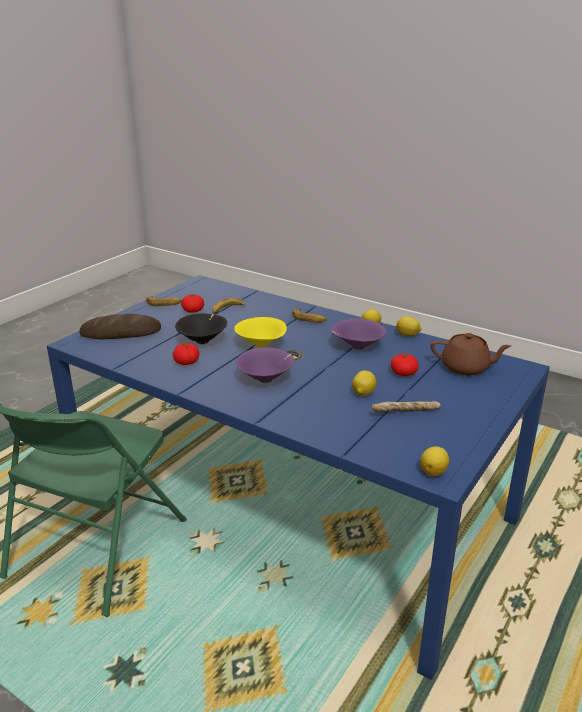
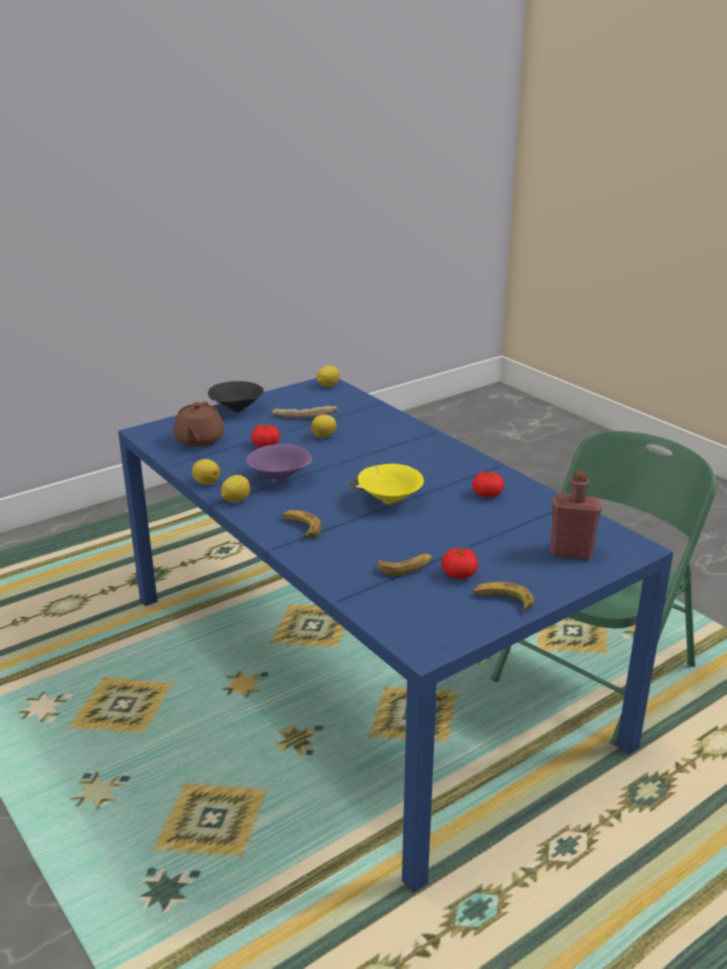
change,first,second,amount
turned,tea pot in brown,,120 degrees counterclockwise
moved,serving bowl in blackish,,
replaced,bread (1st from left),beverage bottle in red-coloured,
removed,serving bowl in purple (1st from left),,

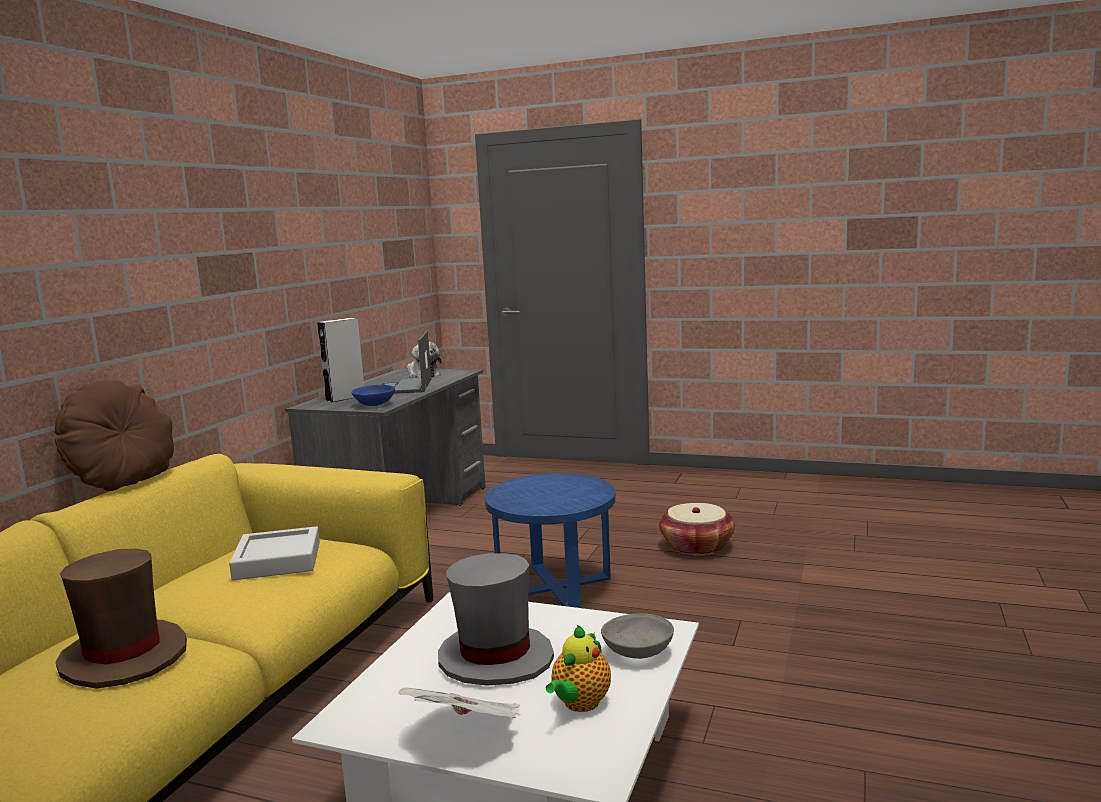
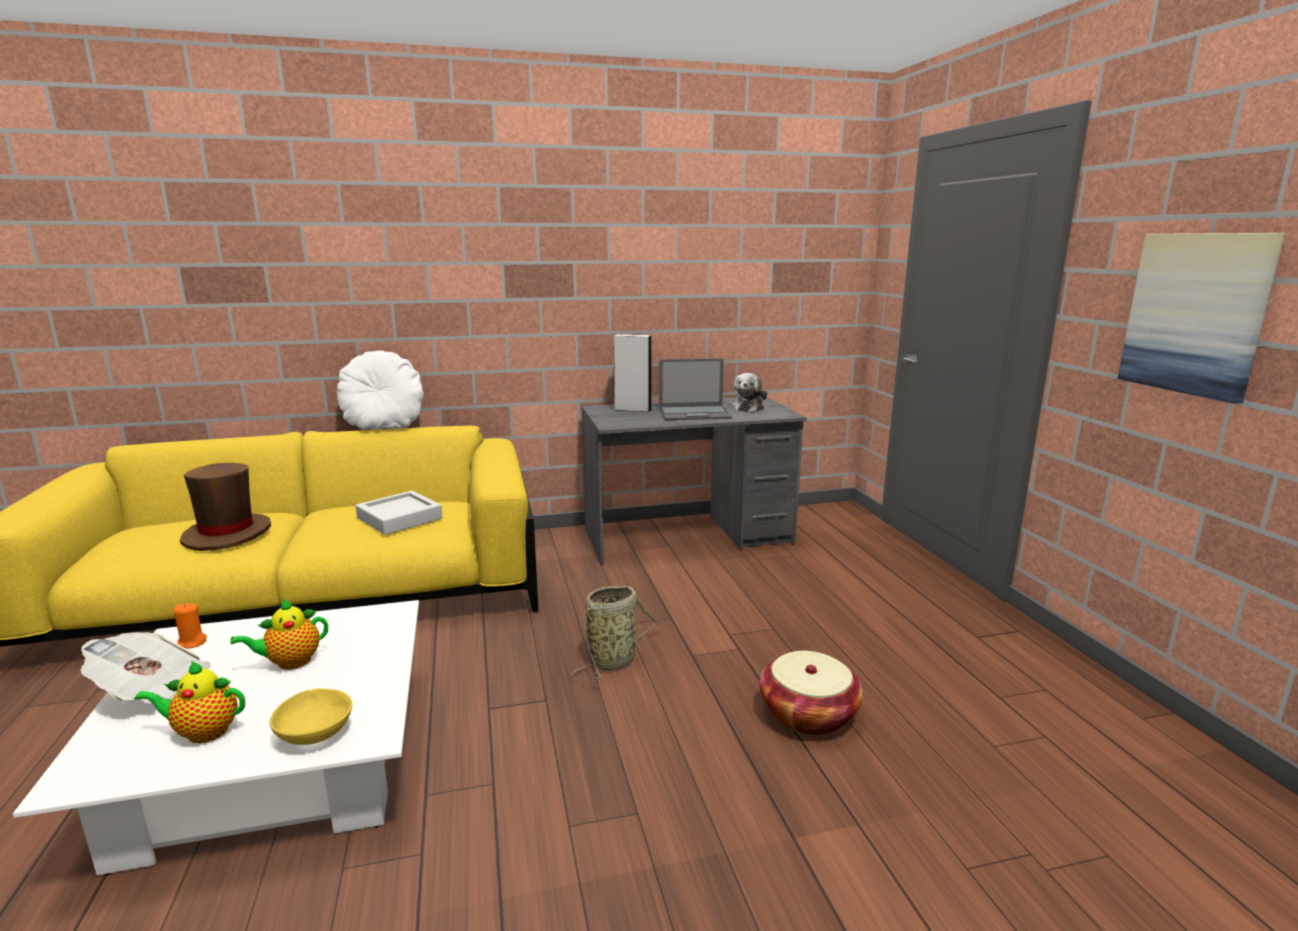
change,first,second,amount
added,,wax light in orangey,
replaced,hat in gray,tea pot (2nd from left),
recoloured,serving bowl in gray,serving bowl in yellowish,
recoloured,cushion in brown,cushion in whitish,
replaced,end table in bluish,household basket (1st from left),
turned,laptop,,150 degrees counterclockwise
added,,picture,
removed,serving bowl in bluish,,

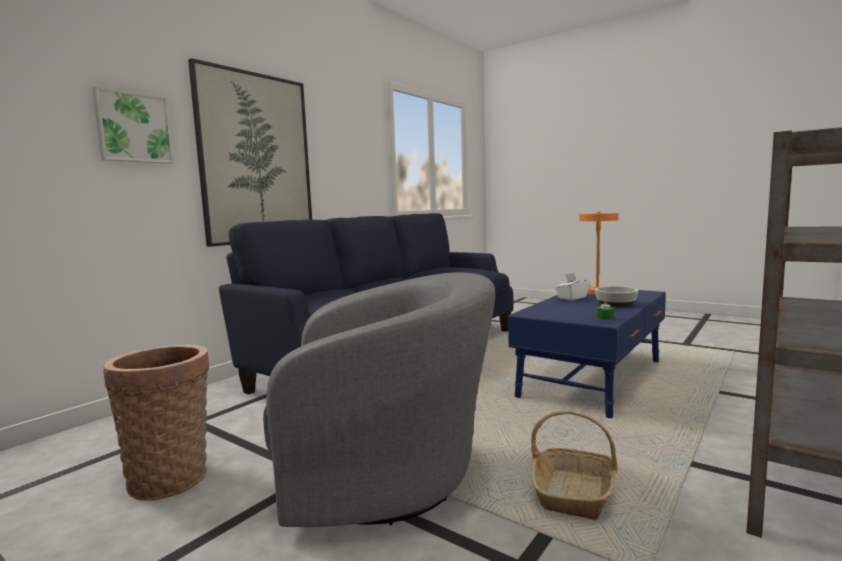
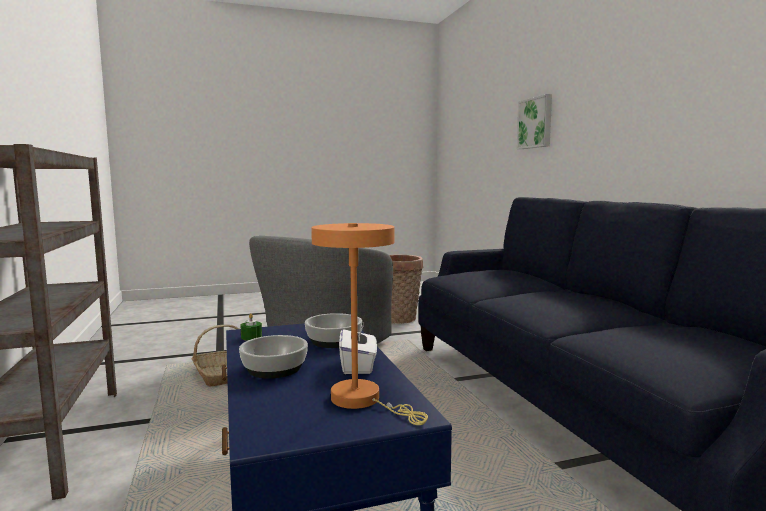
change,first,second,amount
added,,serving bowl (2nd from left),
removed,picture (2nd from left),,

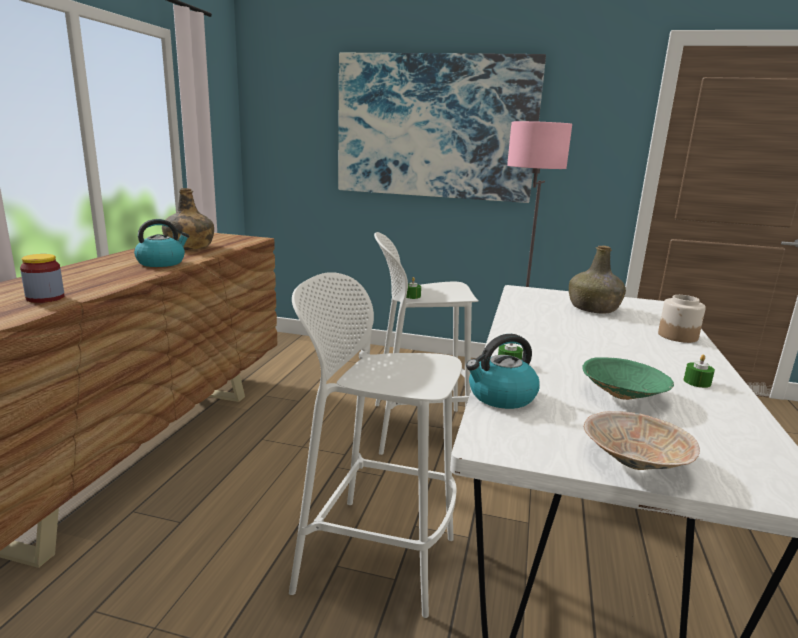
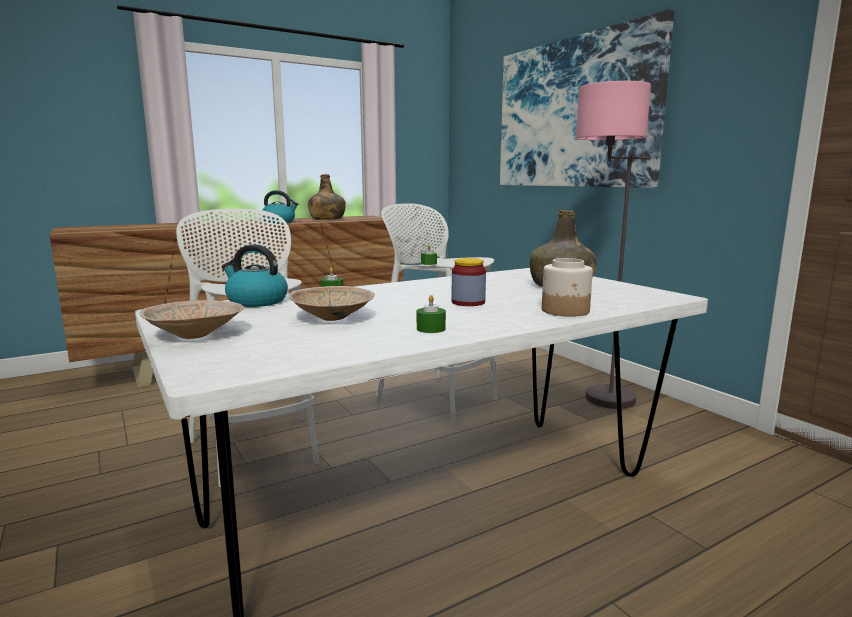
change,first,second,amount
recoloured,serving bowl in green,serving bowl in beige-coloured (2nd from left),
moved,storage jar (1st from left),,

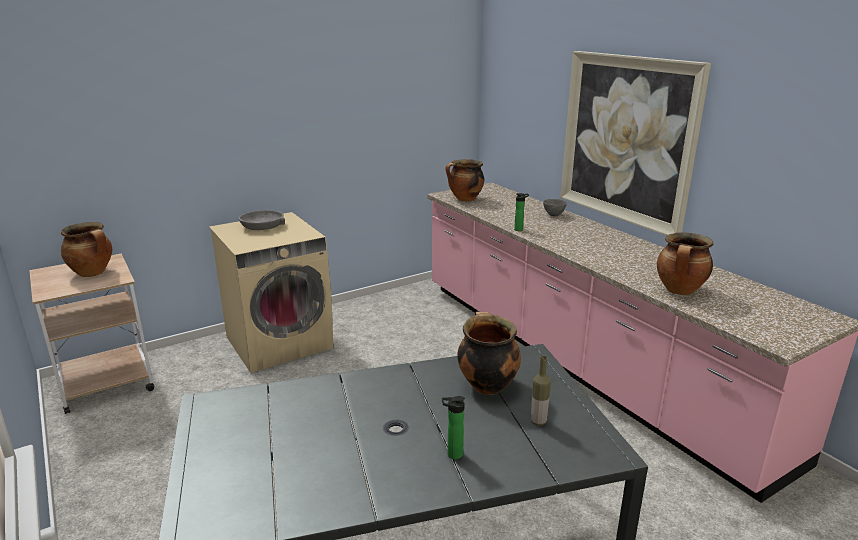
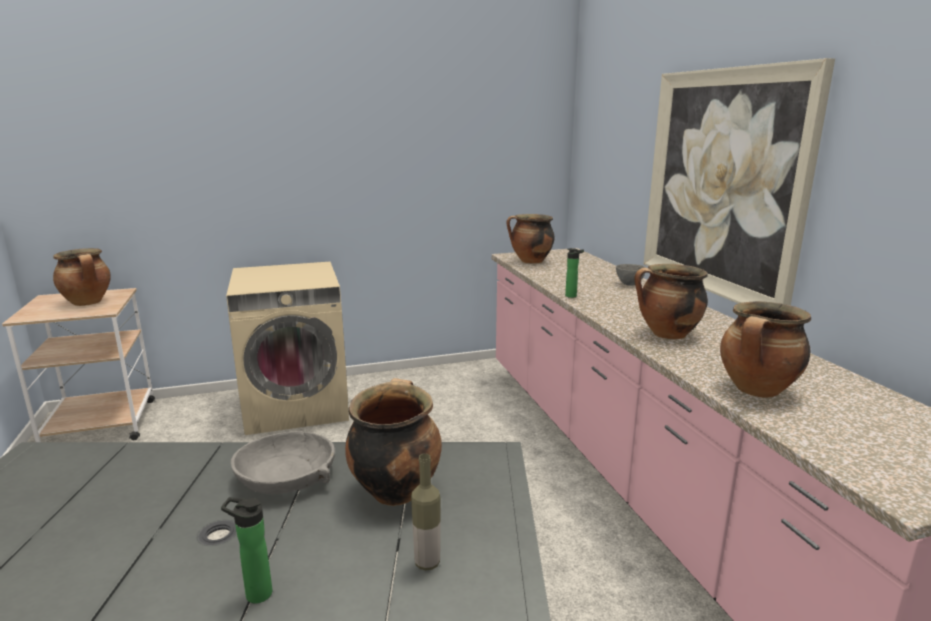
change,first,second,amount
moved,serving bowl in gray (1st from left),,
added,,stockpot (4th from left),

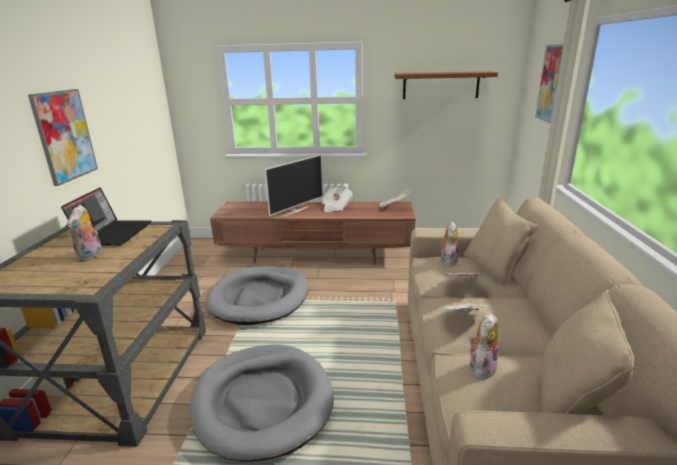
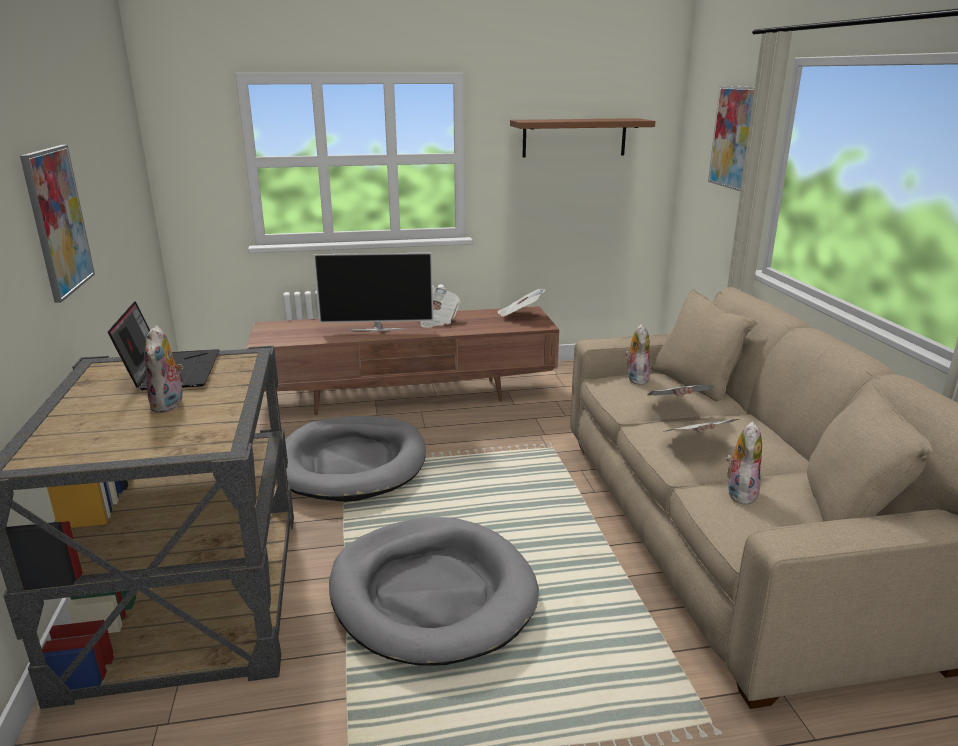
change,first,second,amount
turned,television,,60 degrees clockwise

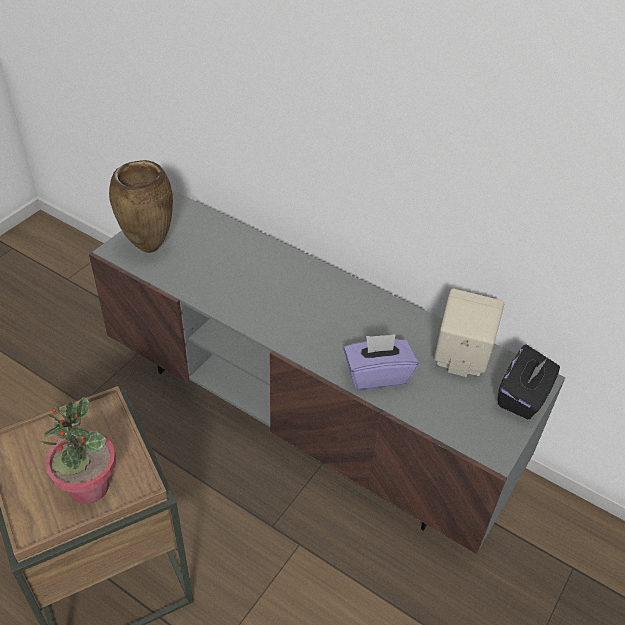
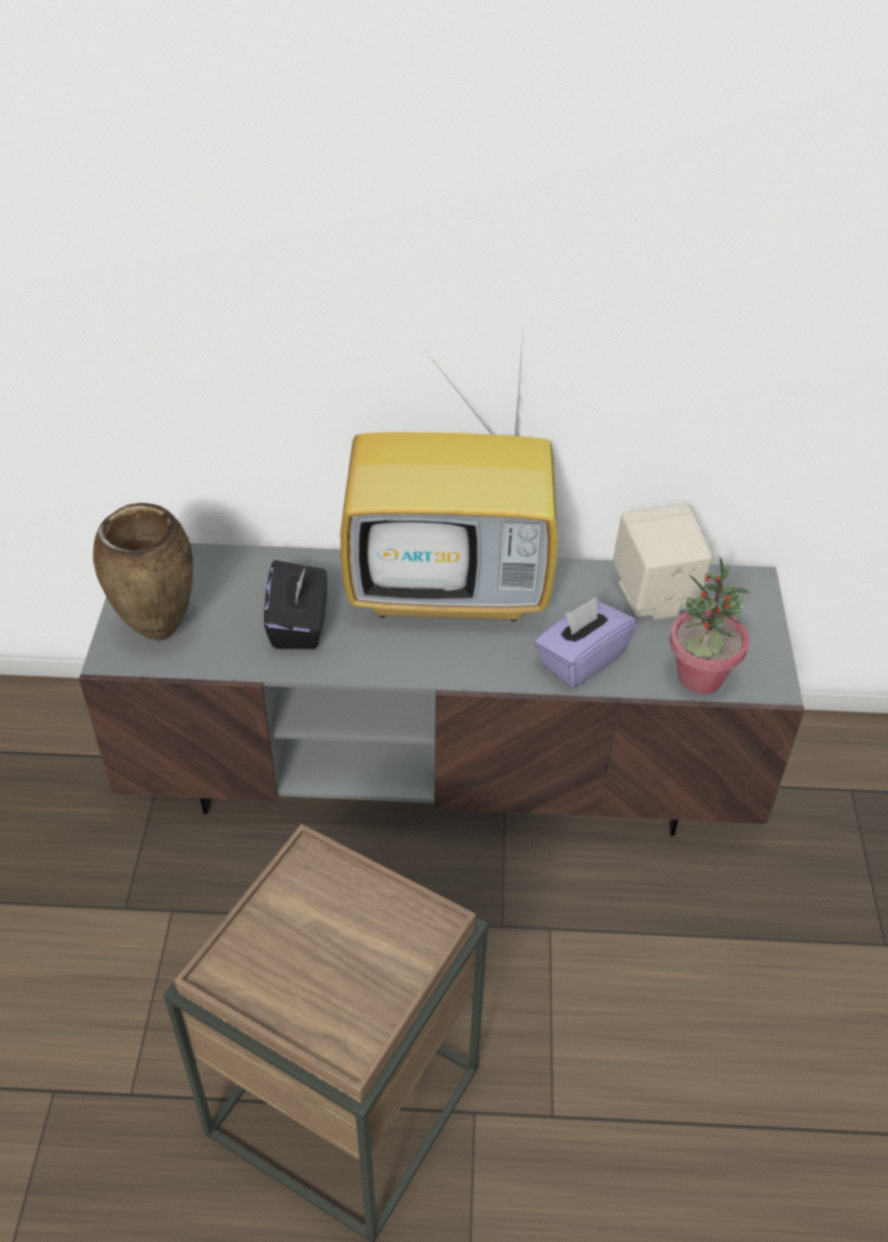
change,first,second,amount
moved,tissue holder in blackish,,
added,,television,
moved,houseplant,,

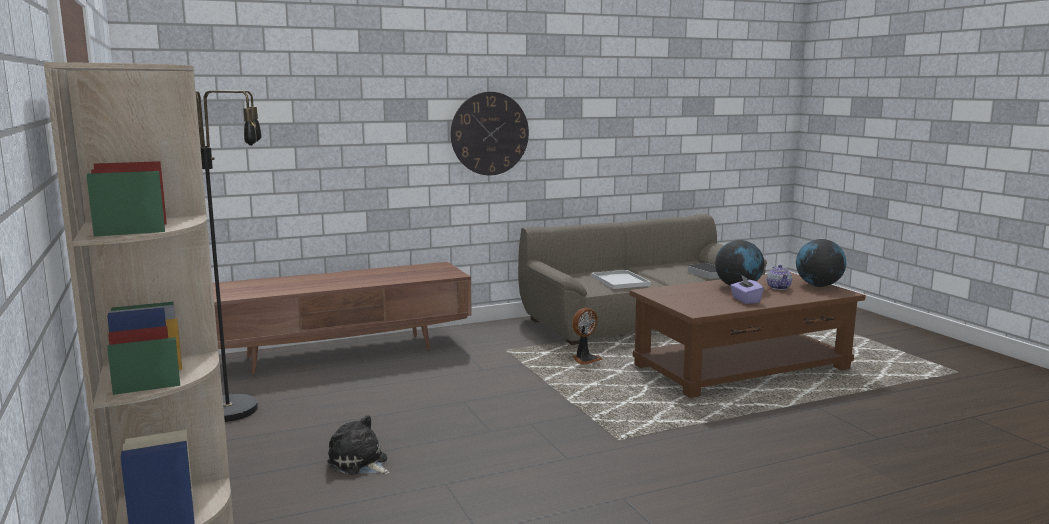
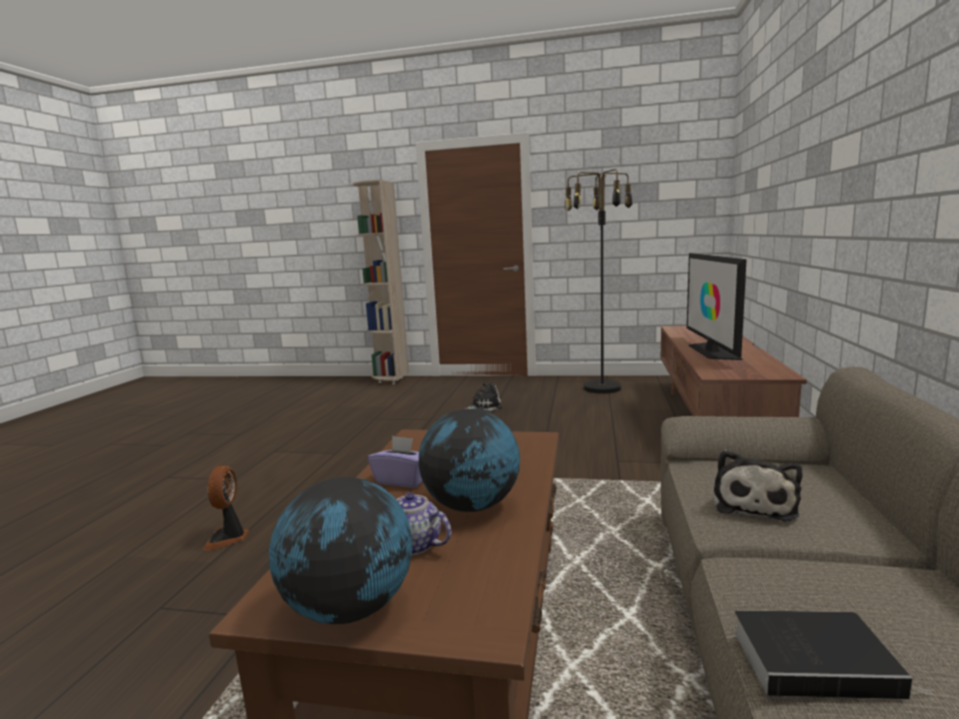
change,first,second,amount
moved,fan,,
added,,television,
replaced,tray in whitish,cuddly toy (2nd from left),
removed,wall clock,,

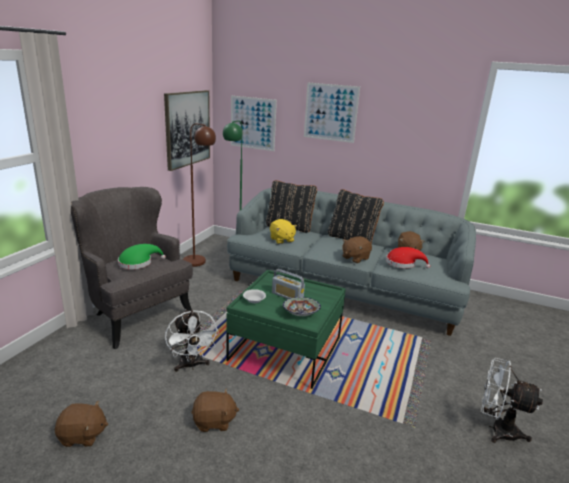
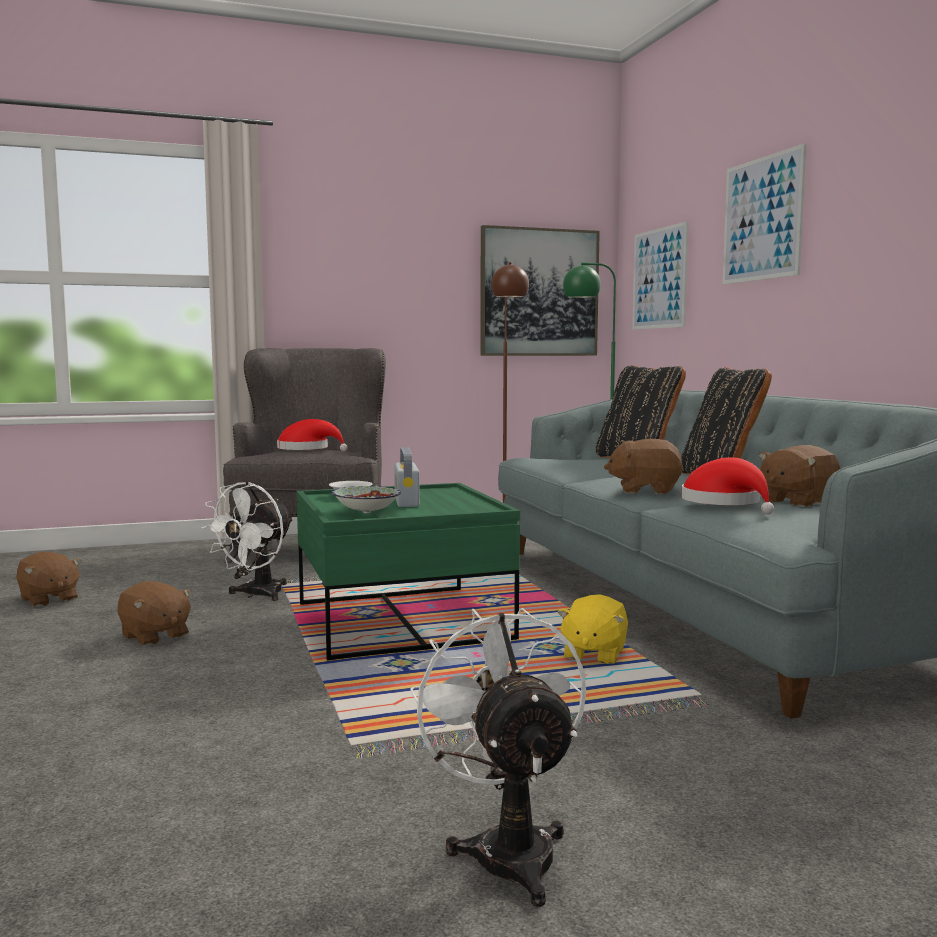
change,first,second,amount
recoloured,hat in green,hat in red-coloured (1st from left),
moved,cuddly toy in yellowish,,

